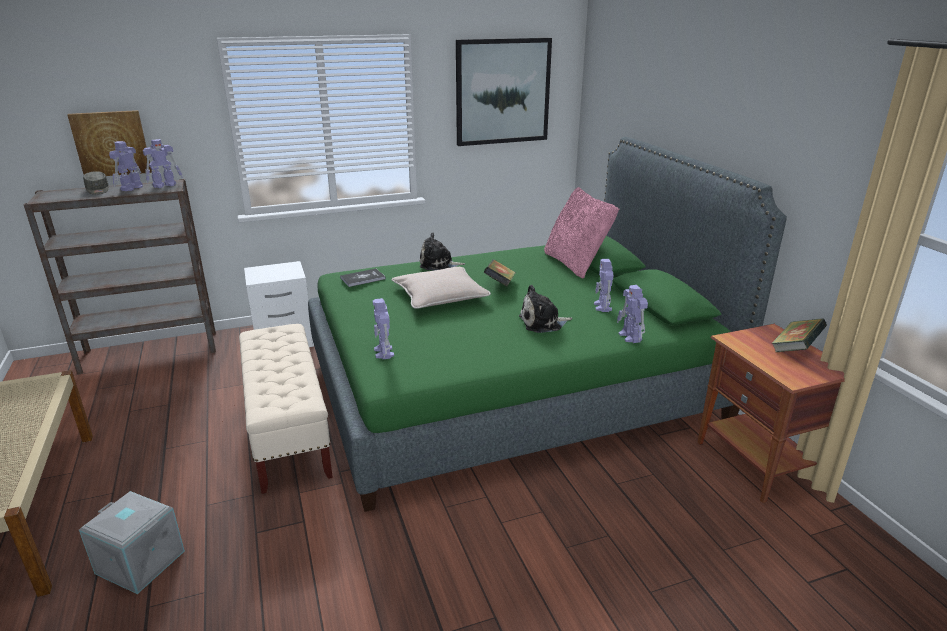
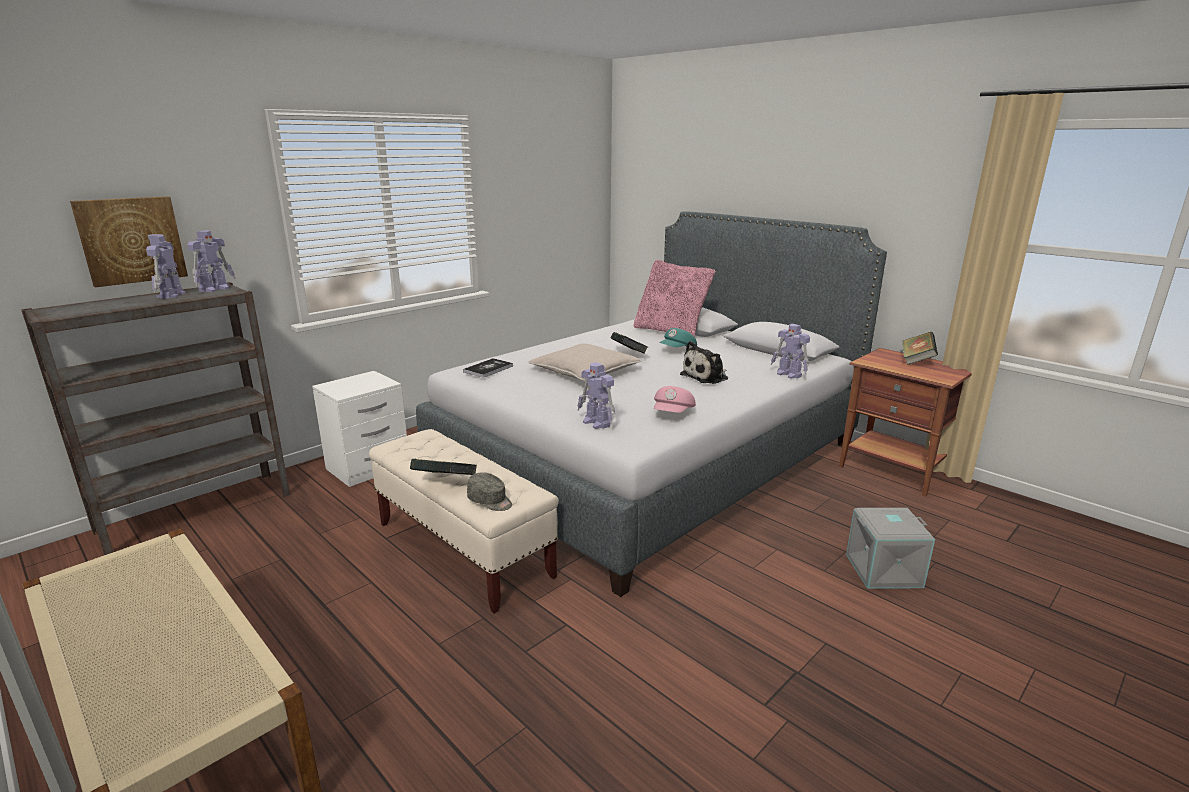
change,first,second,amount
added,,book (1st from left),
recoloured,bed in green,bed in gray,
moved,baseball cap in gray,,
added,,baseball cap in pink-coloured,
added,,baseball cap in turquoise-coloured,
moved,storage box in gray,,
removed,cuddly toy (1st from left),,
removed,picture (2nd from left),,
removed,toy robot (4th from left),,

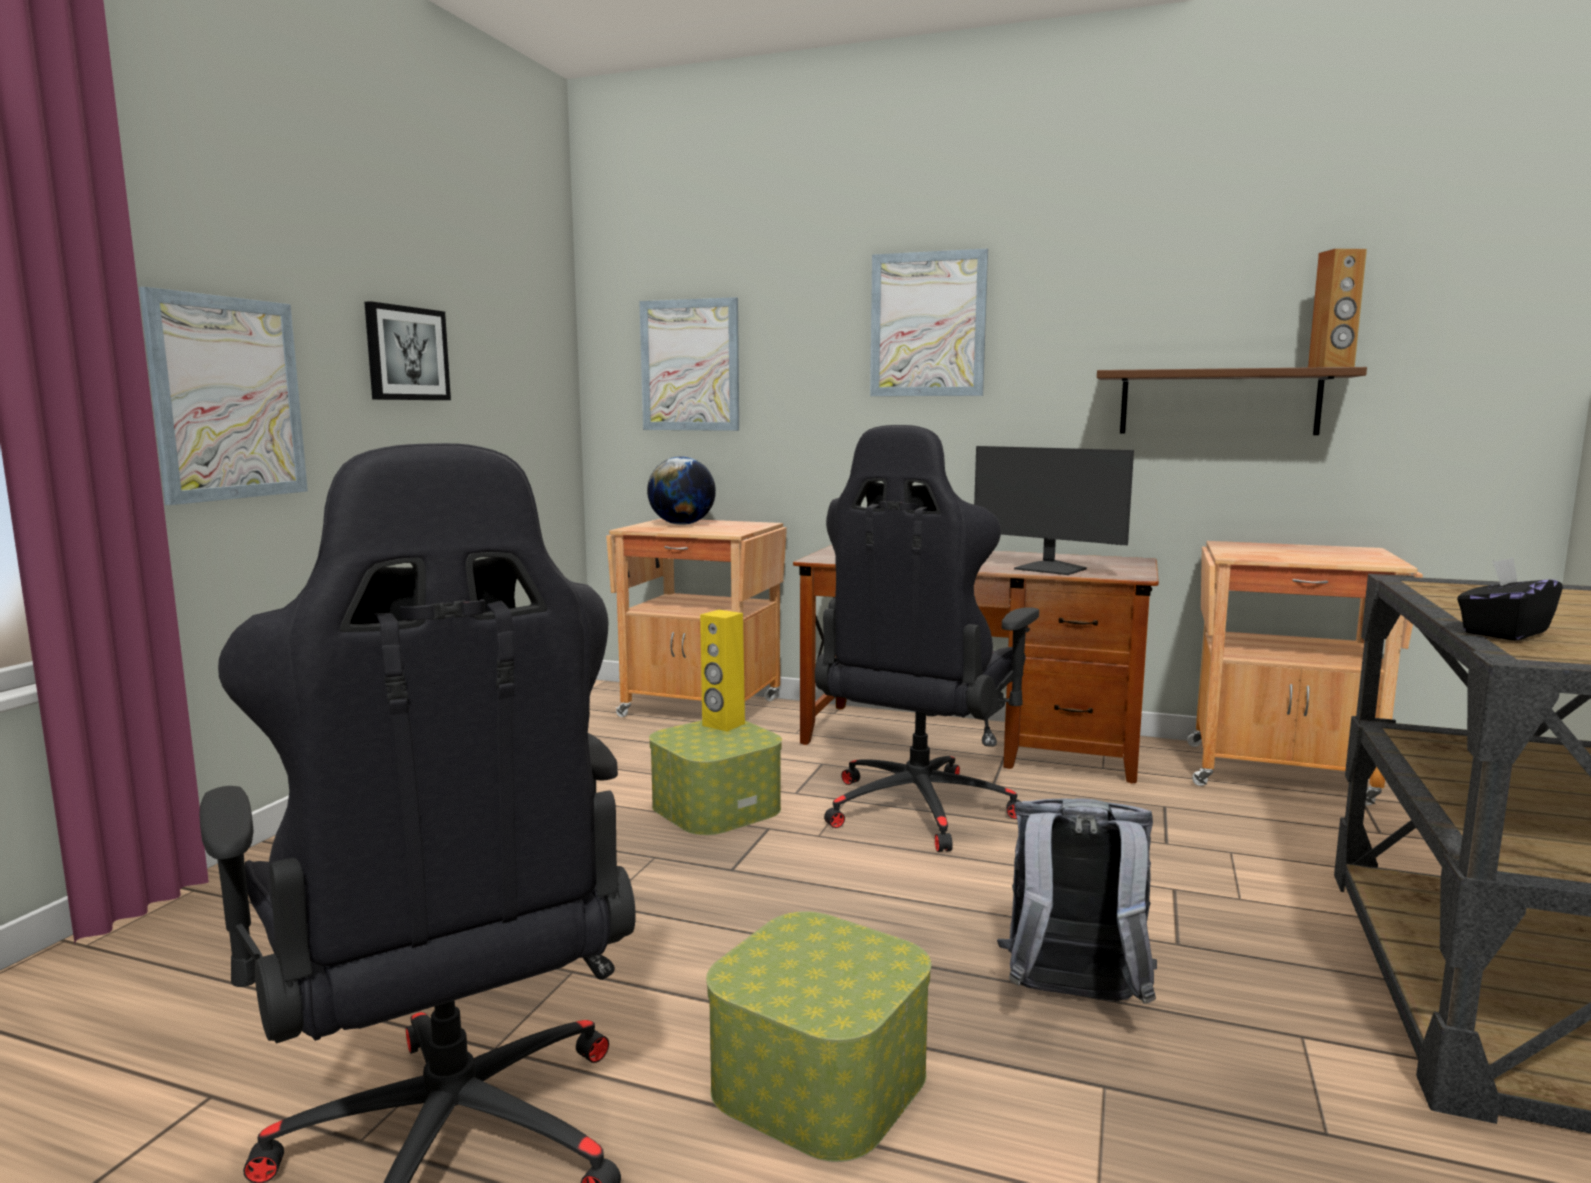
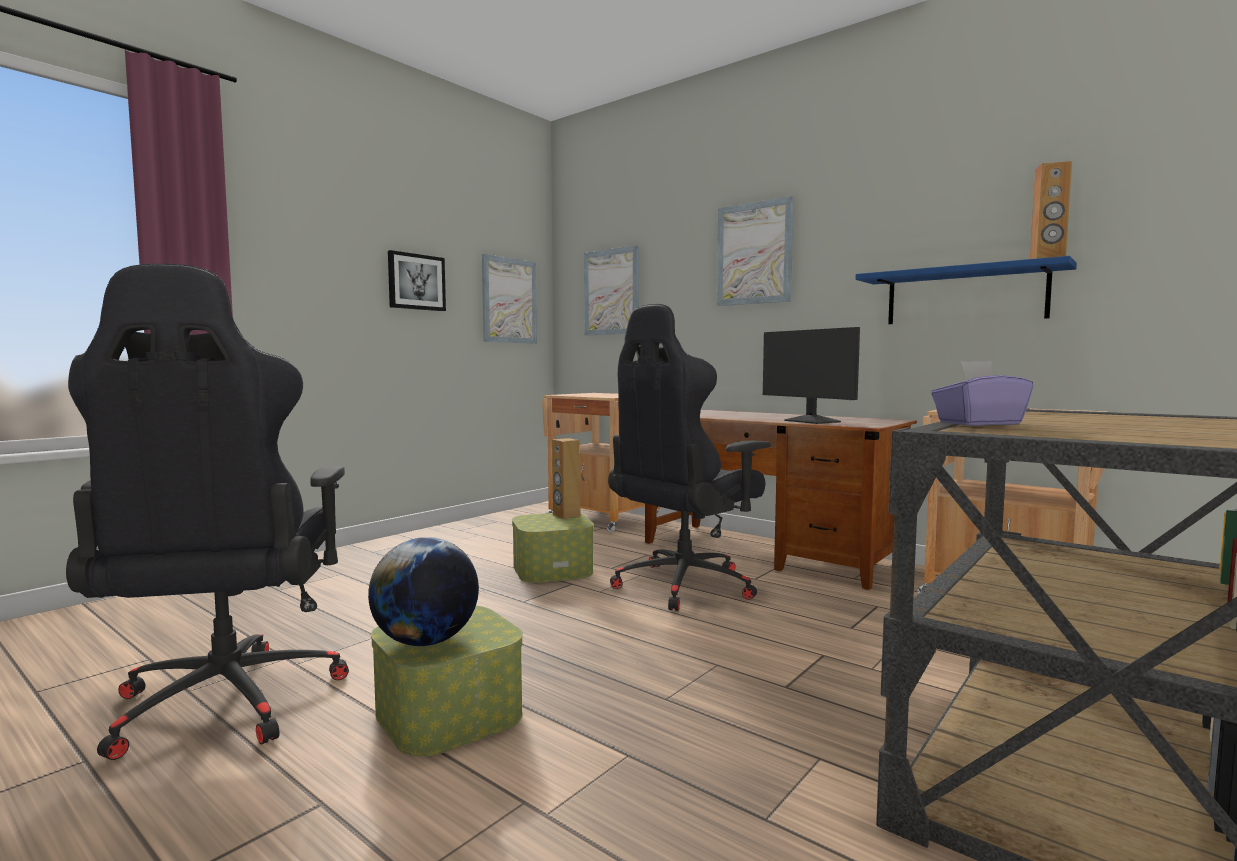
change,first,second,amount
moved,world globe,,
moved,picture (1st from left in the first image),picture (2nd from left),
recoloured,speaker in yellowish,speaker in brown (1st from left),
recoloured,shelf in brown,shelf in bluish,
recoloured,tissue holder in blackish,tissue holder in purple,
removed,knapsack in gray,,

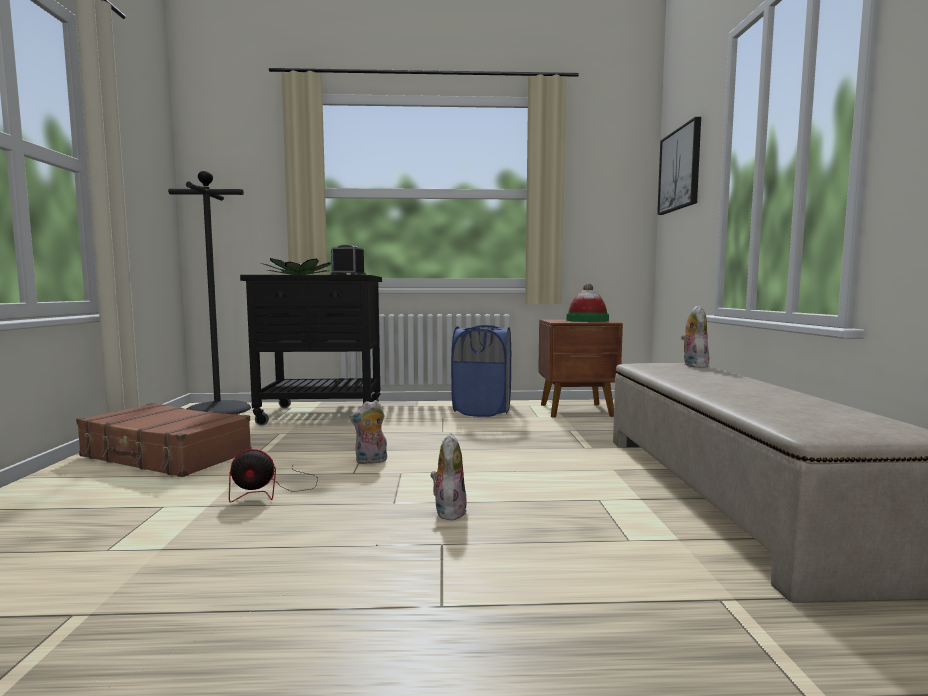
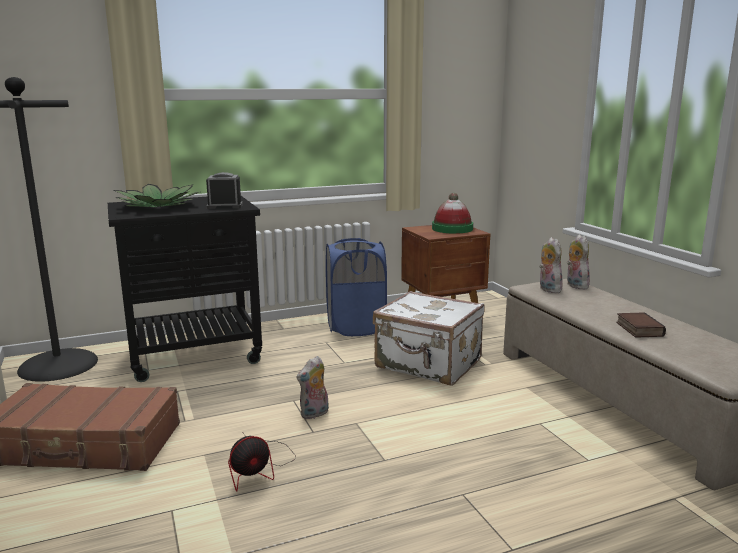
change,first,second,amount
added,,travel case in whitish,
moved,cuddly toy (2nd from left),,
added,,book,
removed,picture,,

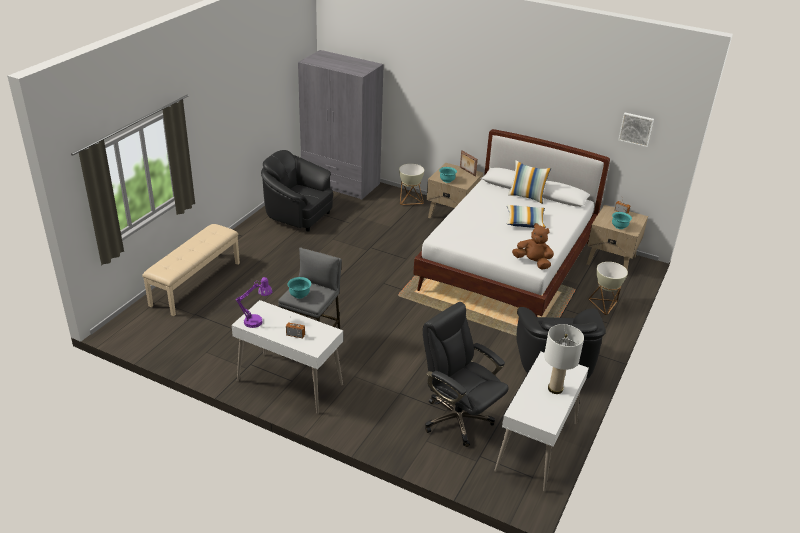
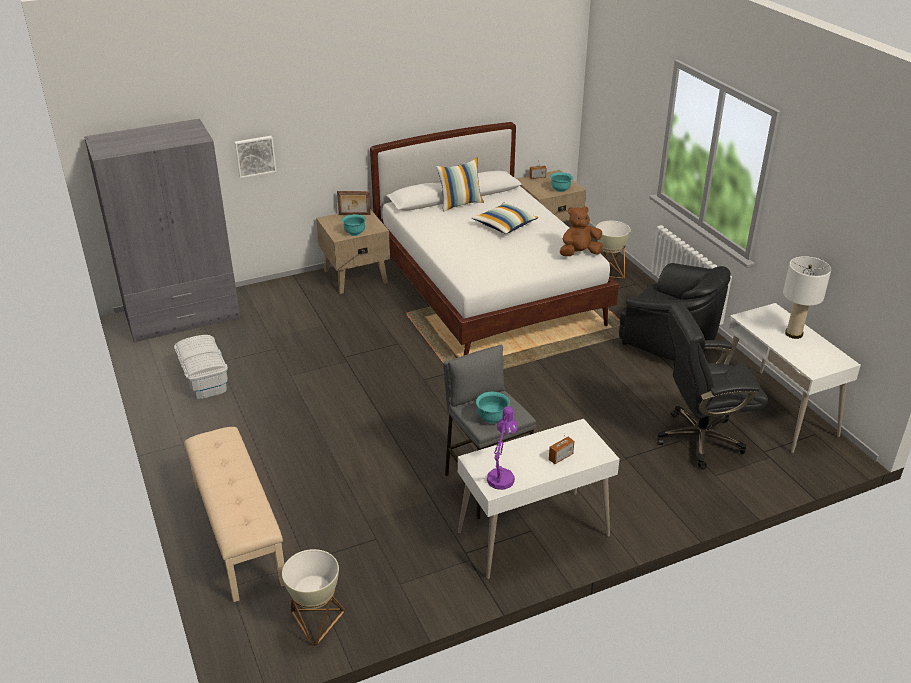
change,first,second,amount
replaced,armchair in blackish (1st from left),storage box in whitish,
moved,picture,,
moved,planter (1st from left),,

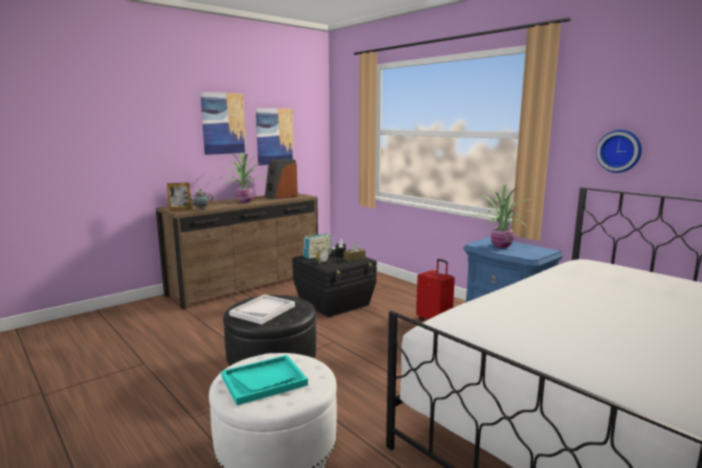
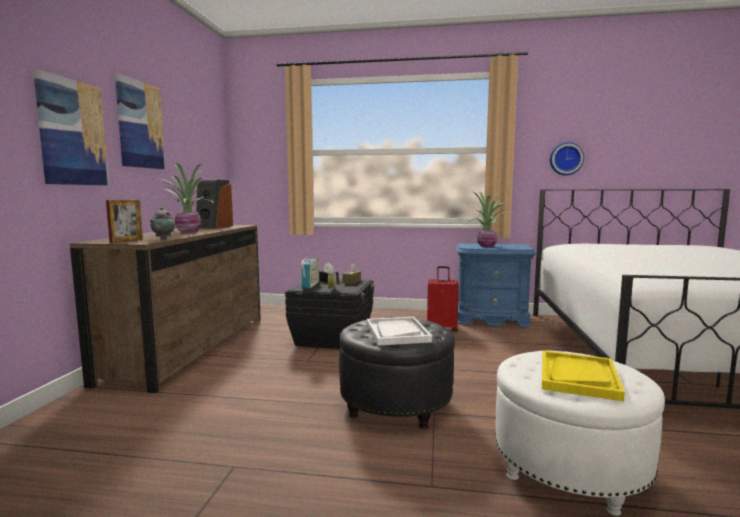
change,first,second,amount
moved,picture (2nd from left in the first image),picture (1st from left),
recoloured,tray in turquoise-coloured,tray in yellowish,

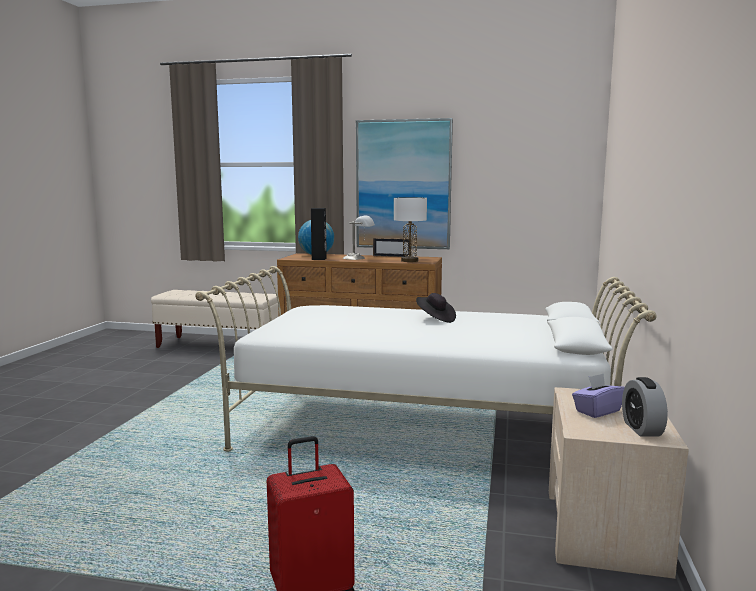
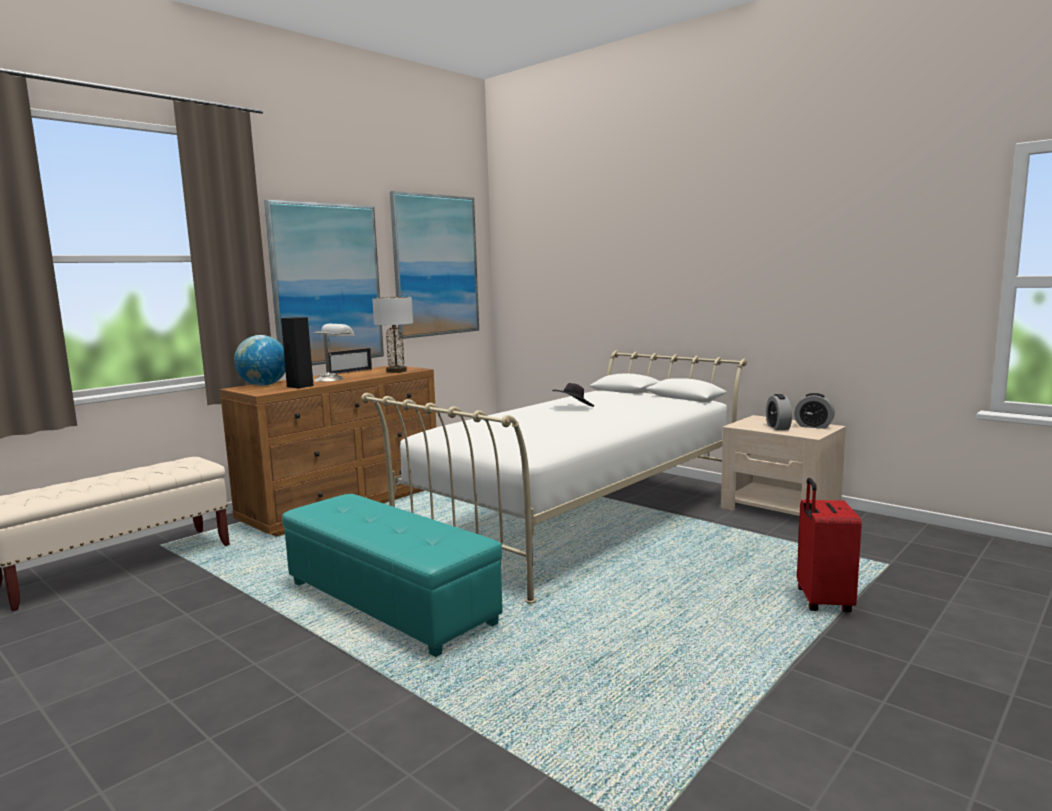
change,first,second,amount
added,,ottoman in turquoise-coloured,
added,,picture (2nd from left),
replaced,tissue holder in purple,alarm clock (1st from left),

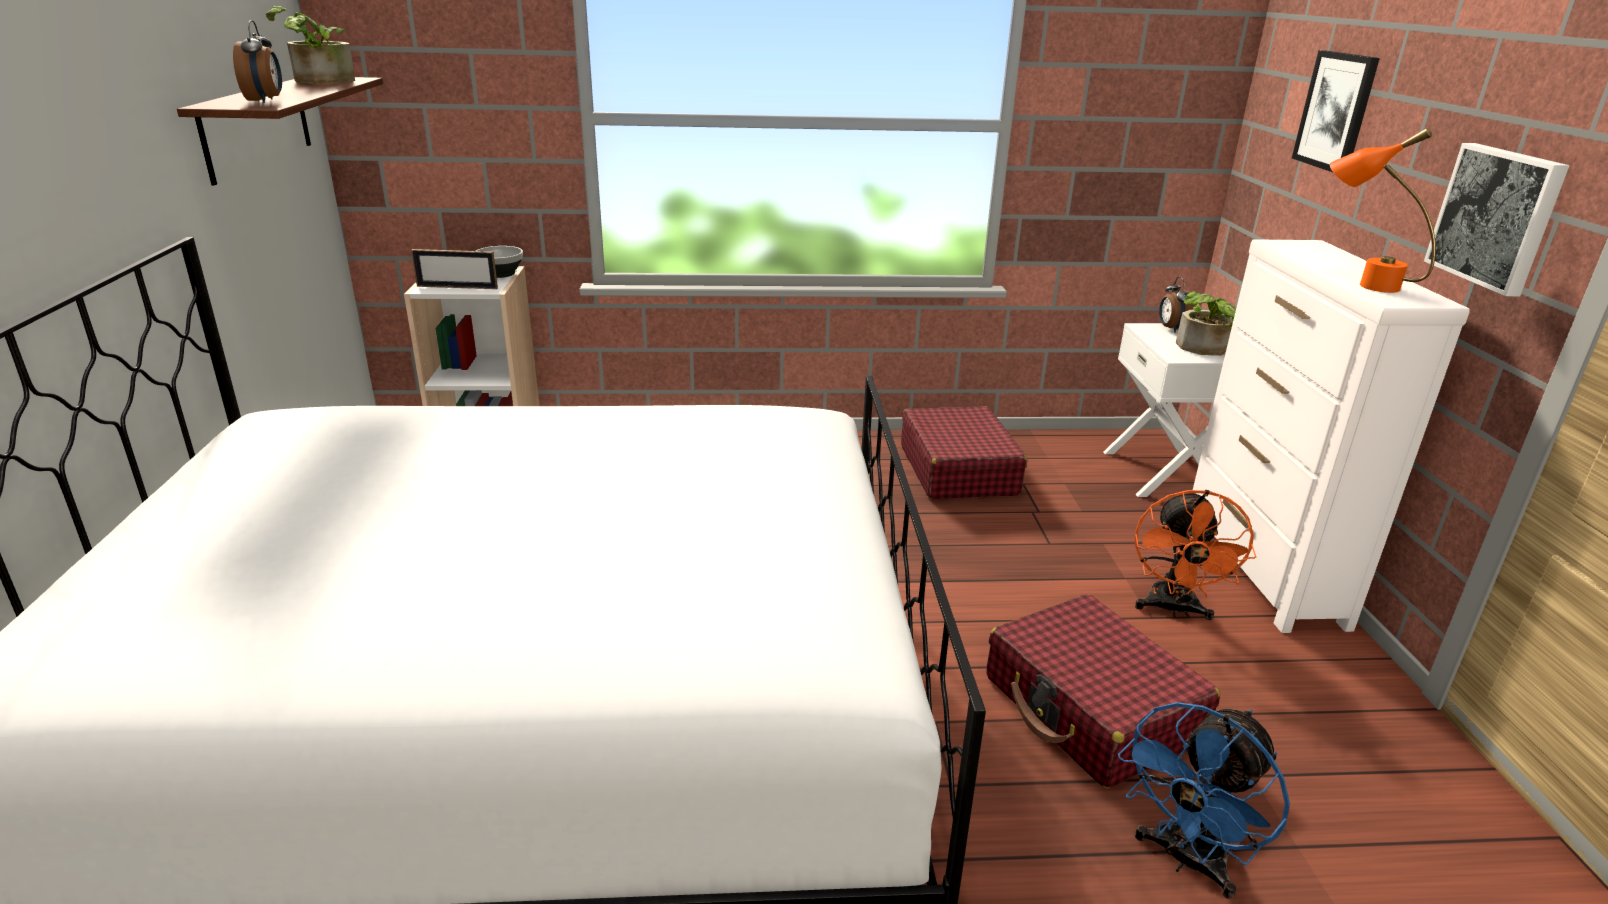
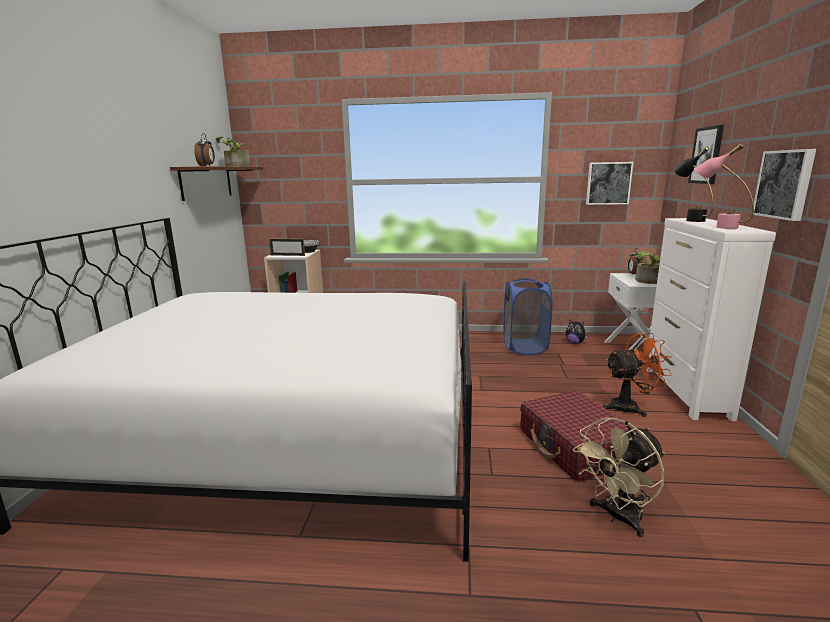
change,first,second,amount
replaced,travel case in red-coloured (1st from left),hamper in bluish,
added,,cuddly toy,
recoloured,fan in bluish,fan in beige-coloured,
added,,picture (1st from left),
turned,fan in orangey,,120 degrees counterclockwise
added,,table lamp in blackish,
recoloured,table lamp in orangey,table lamp in pink-coloured,

